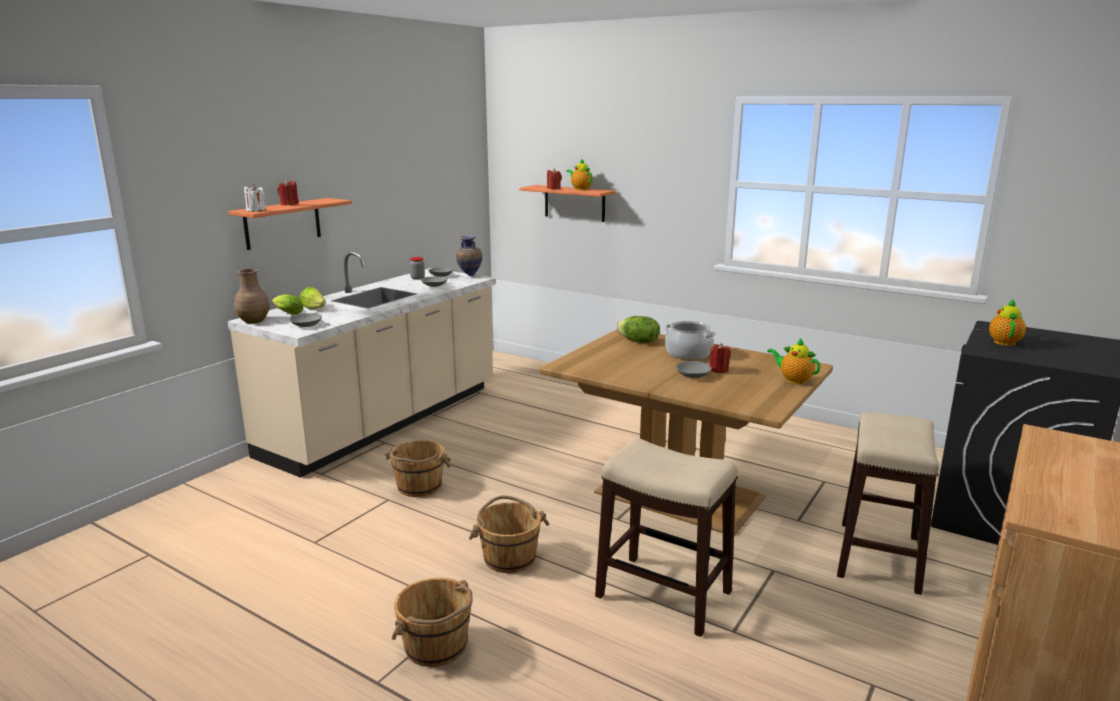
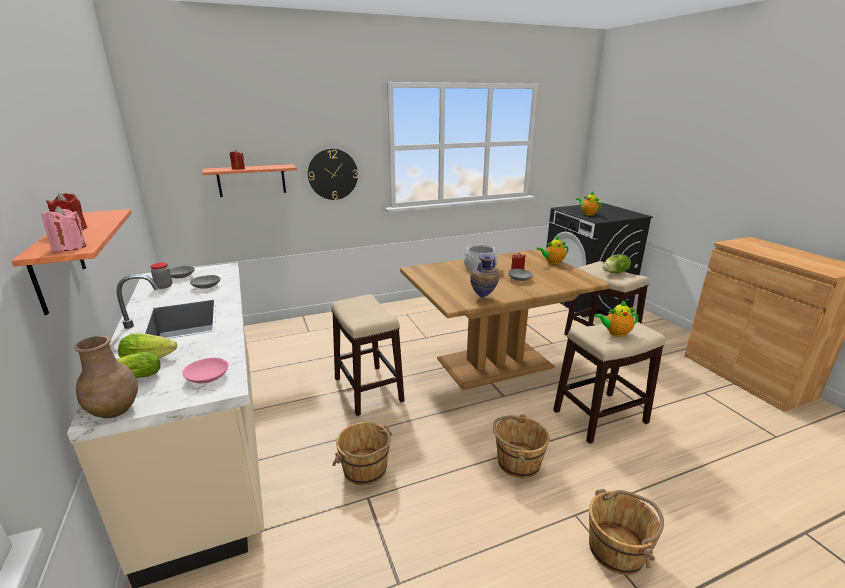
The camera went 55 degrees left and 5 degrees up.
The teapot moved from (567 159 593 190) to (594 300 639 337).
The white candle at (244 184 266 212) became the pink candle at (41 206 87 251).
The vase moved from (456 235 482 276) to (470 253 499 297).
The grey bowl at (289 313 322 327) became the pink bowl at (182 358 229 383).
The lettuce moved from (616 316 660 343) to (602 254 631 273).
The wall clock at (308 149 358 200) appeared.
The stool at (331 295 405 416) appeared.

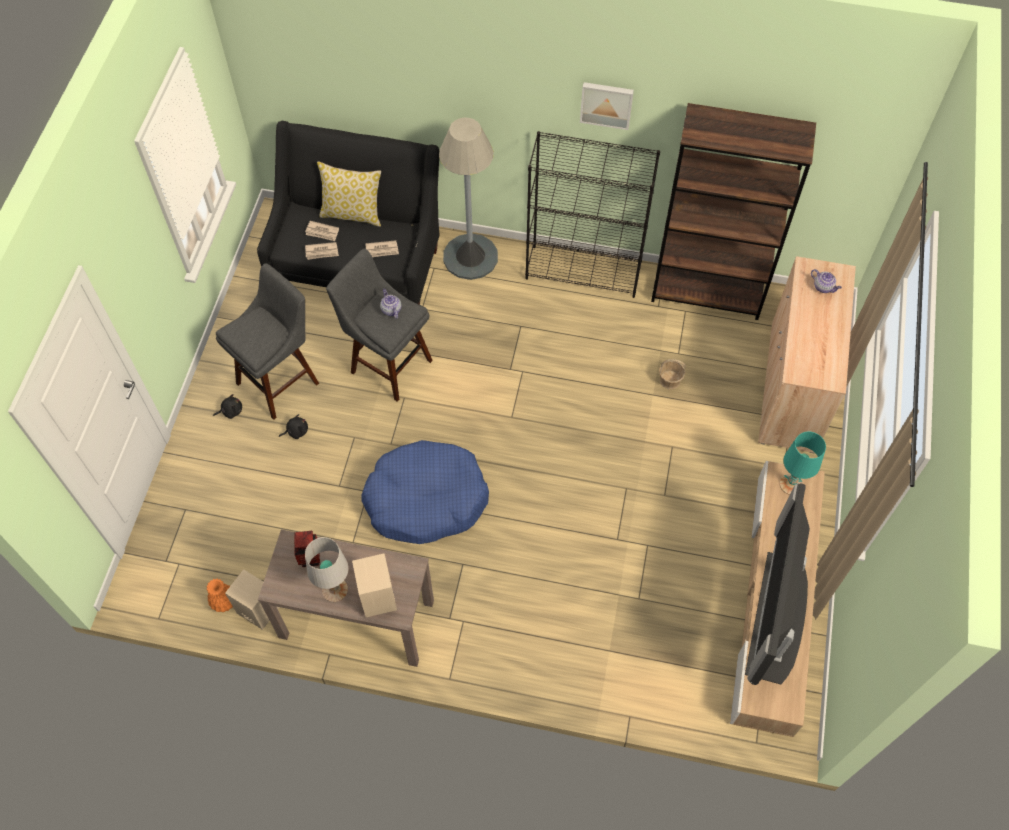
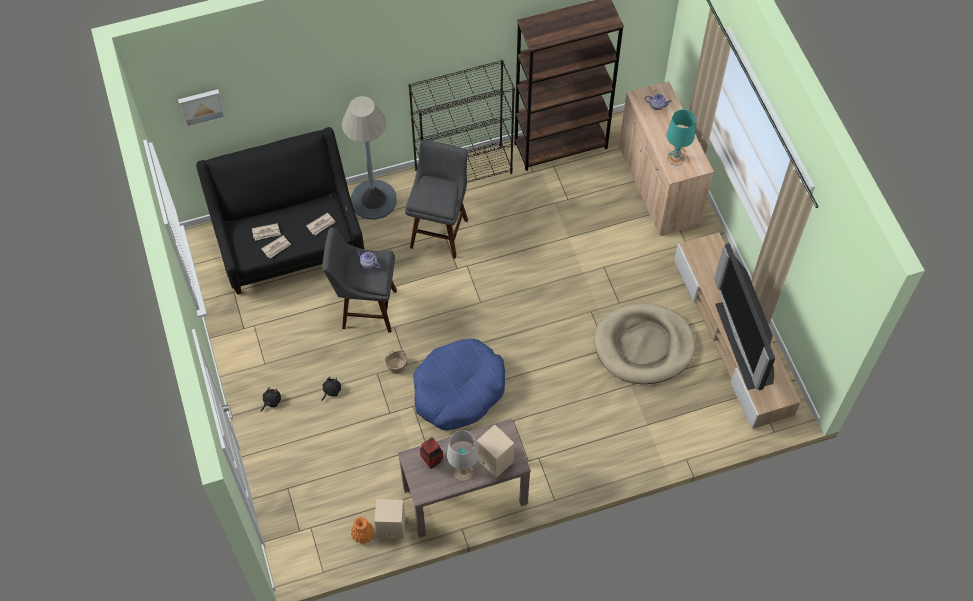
The camera went 30 degrees left and 0 degrees up.
The picture moved from (580 82 634 130) to (178 89 226 128).
The pillow at (317 161 381 227) disappeared.
The grey stool moved from (216 263 319 420) to (405 140 468 259).
The basket moved from (659 359 686 389) to (384 350 407 374).
The turquoise table lamp moved from (780 431 826 495) to (666 109 696 166).
The beige dog bed at (594 303 695 384) appeared.

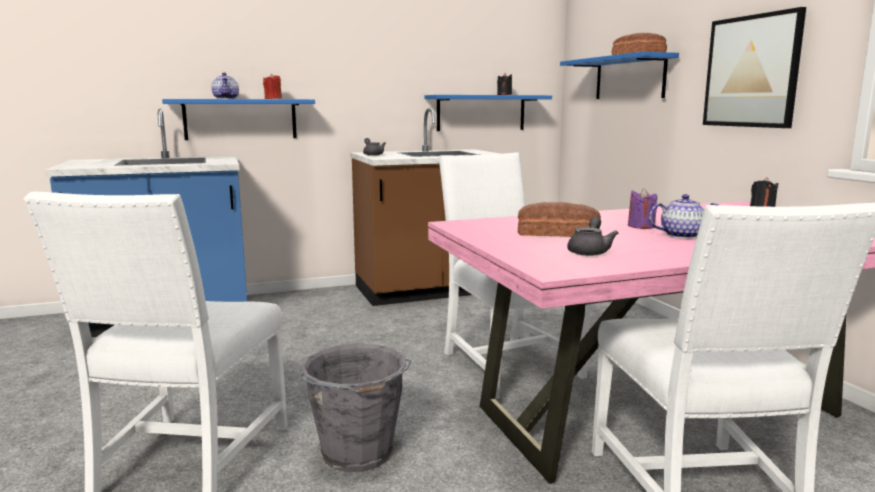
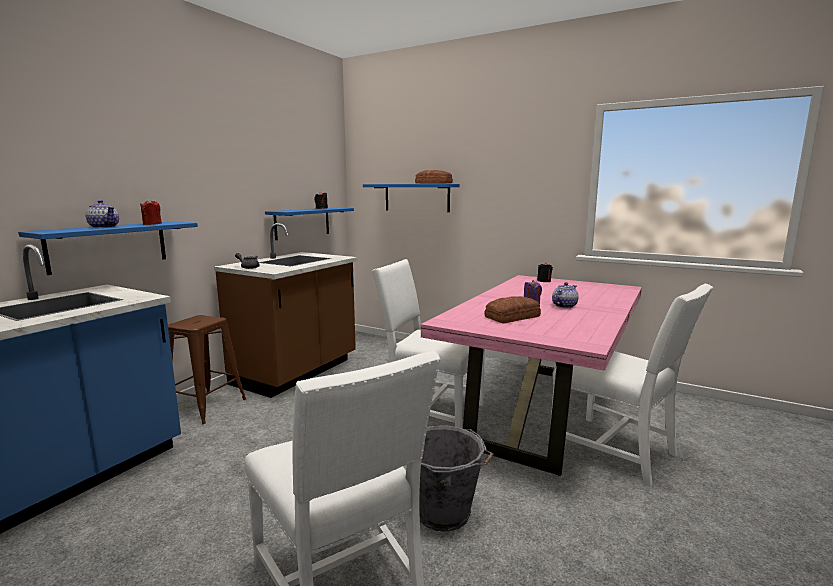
The camera went 40 degrees left and 0 degrees up.
The picture at (703 7 806 128) disappeared.
The grey teapot at (567 216 618 256) disappeared.
The brown stool at (168 315 246 424) appeared.

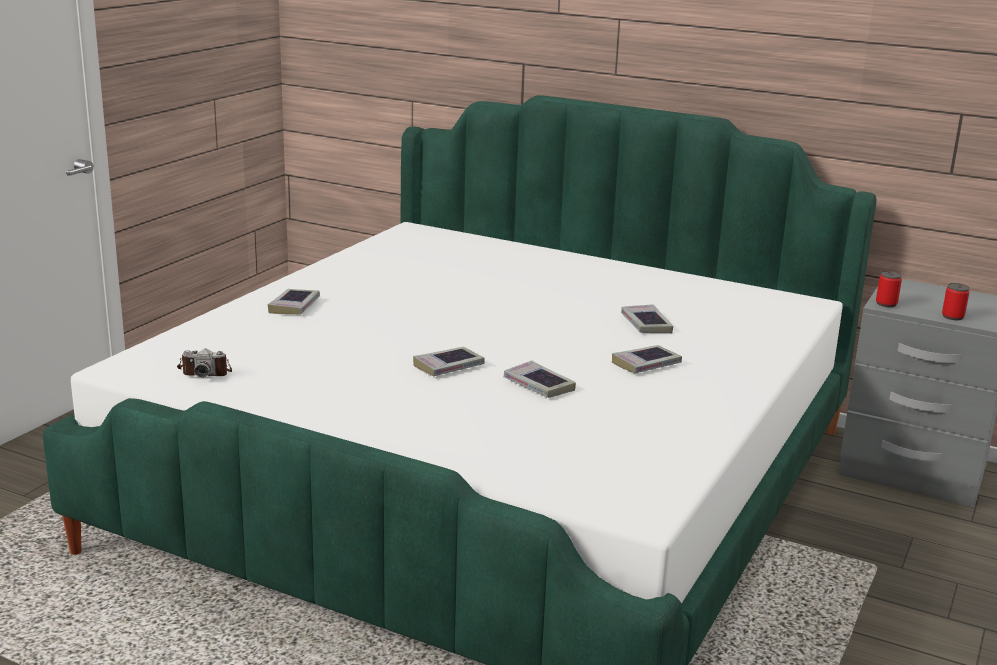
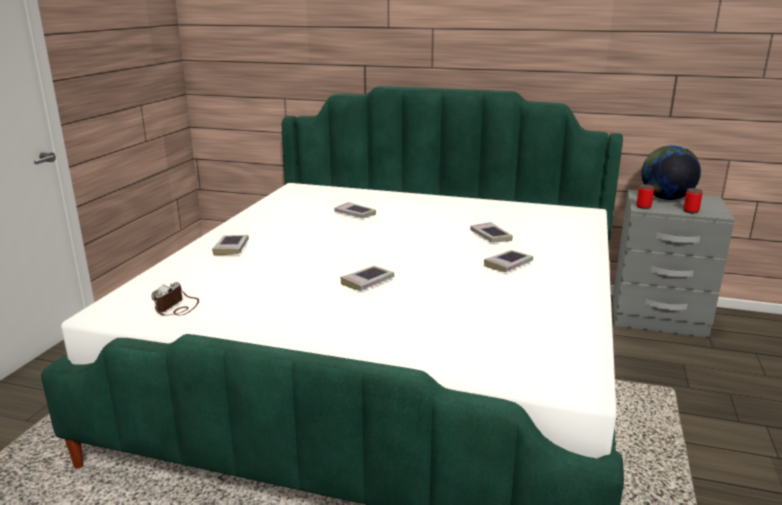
The camera went 10 degrees left and 0 degrees up.
The photo camera at (177 349 232 377) turned 120 degrees clockwise.
The book moved from (504 361 576 398) to (334 202 376 218).
The globe at (641 145 701 200) appeared.

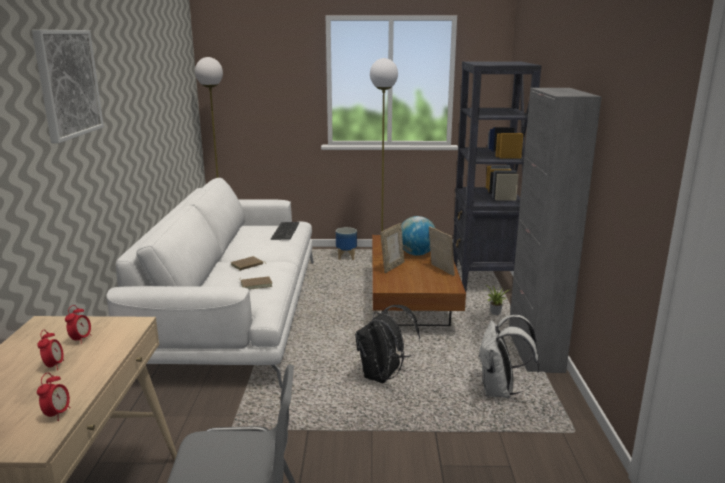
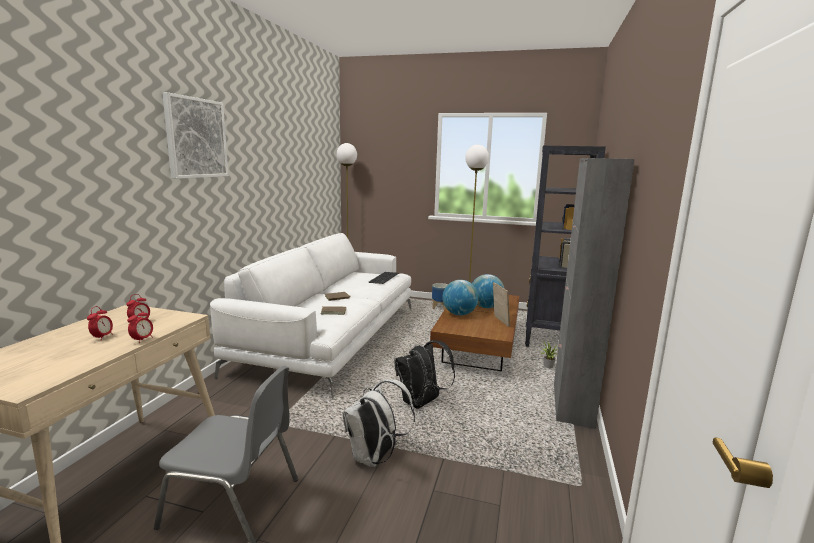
The camera went 15 degrees right and 5 degrees down.
The picture frame at (380 223 404 273) was replaced by the globe at (442 280 479 315).
The white backpack moved from (478 315 539 398) to (343 379 415 467).
The alarm clock moved from (37 373 71 421) to (127 308 153 343).

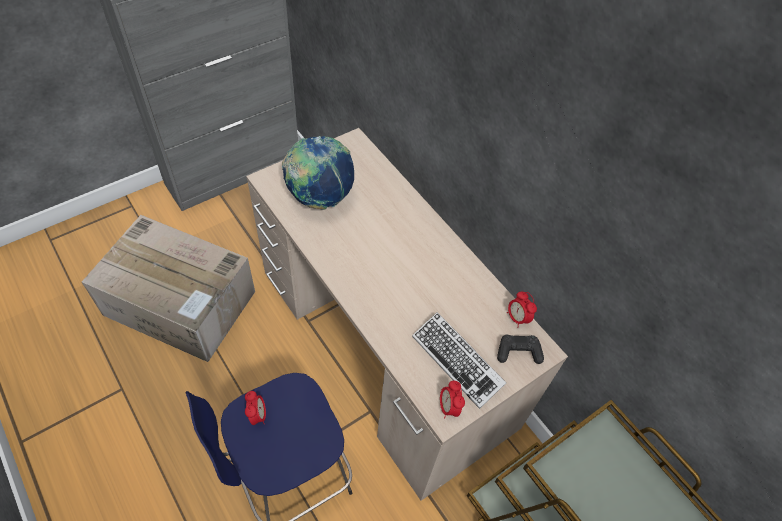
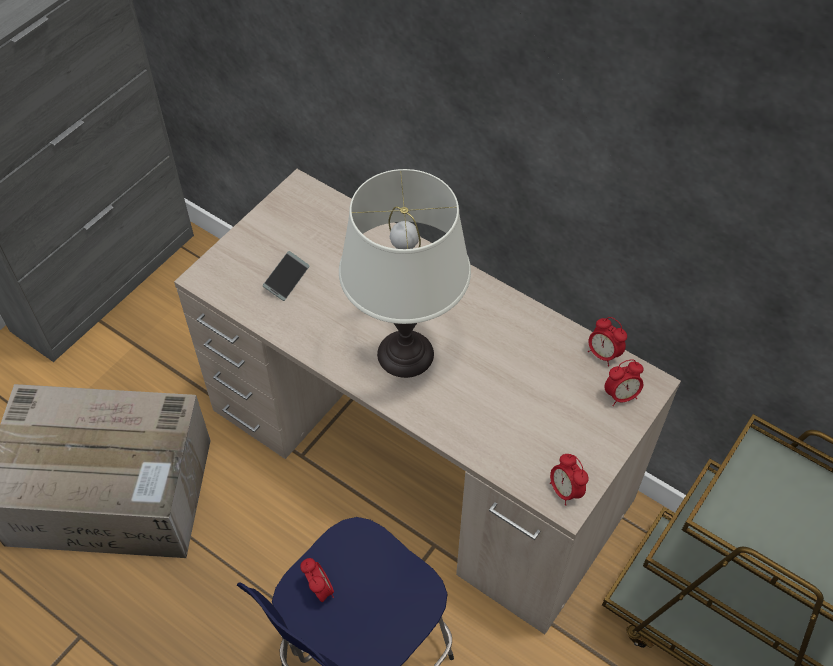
The camera went 15 degrees left and 0 degrees up.
The globe at (282 136 354 210) was replaced by the phone at (263 251 309 301).
The keyboard at (412 312 506 409) disappeared.
The black game controller at (497 335 544 364) was replaced by the alarm clock at (605 359 644 406).
The white table lamp at (339 169 471 378) appeared.

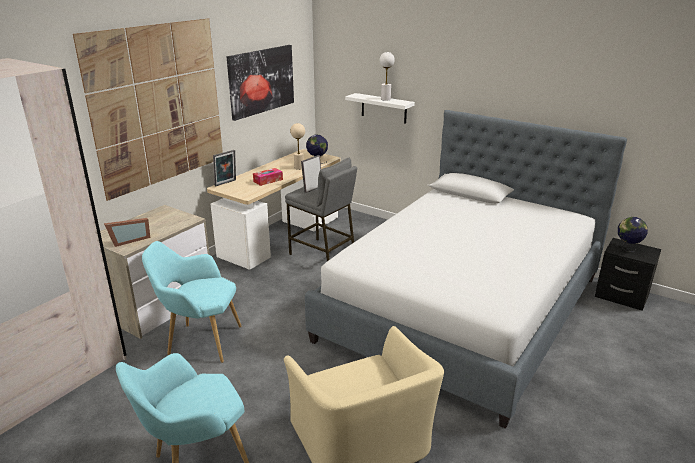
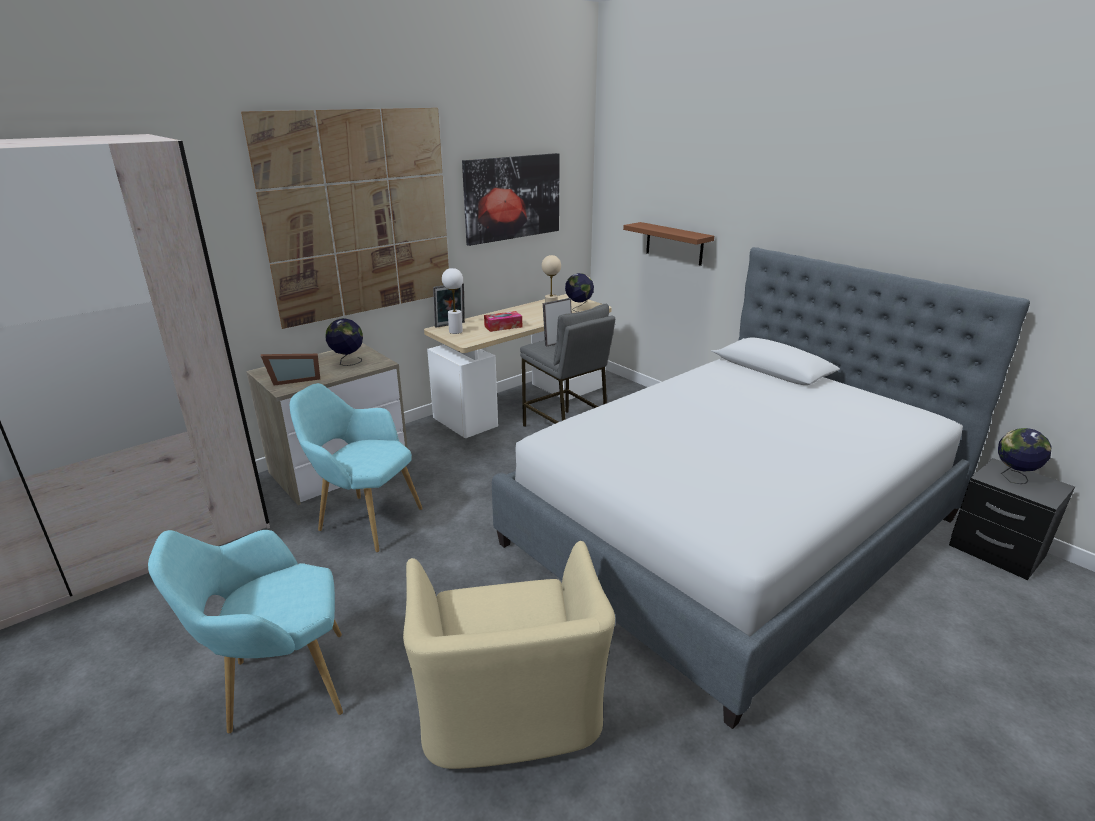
The camera went 15 degrees right and 0 degrees up.
The white table lamp moved from (380 52 395 101) to (442 268 463 334).
The white shelf at (345 93 415 124) became the brown shelf at (623 222 714 266).
The globe at (325 318 363 366) appeared.

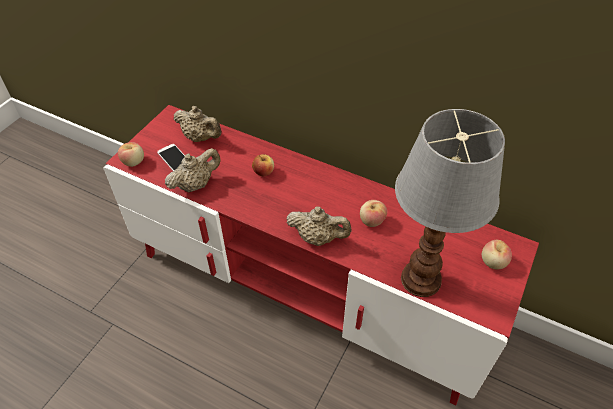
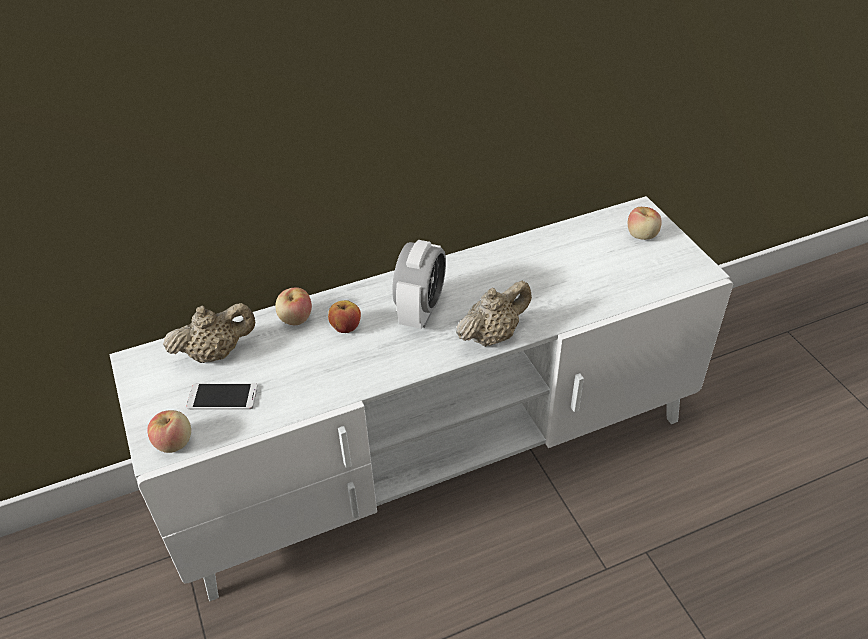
The camera went 50 degrees left and 5 degrees down.
The red tv stand at (103 105 539 406) became the white tv stand at (110 196 733 601).
The table lamp at (395 109 505 297) disappeared.
The beige teapot at (165 148 221 192) disappeared.
The apple moved from (360 200 387 227) to (275 287 312 325).
The alarm clock at (392 240 446 329) appeared.

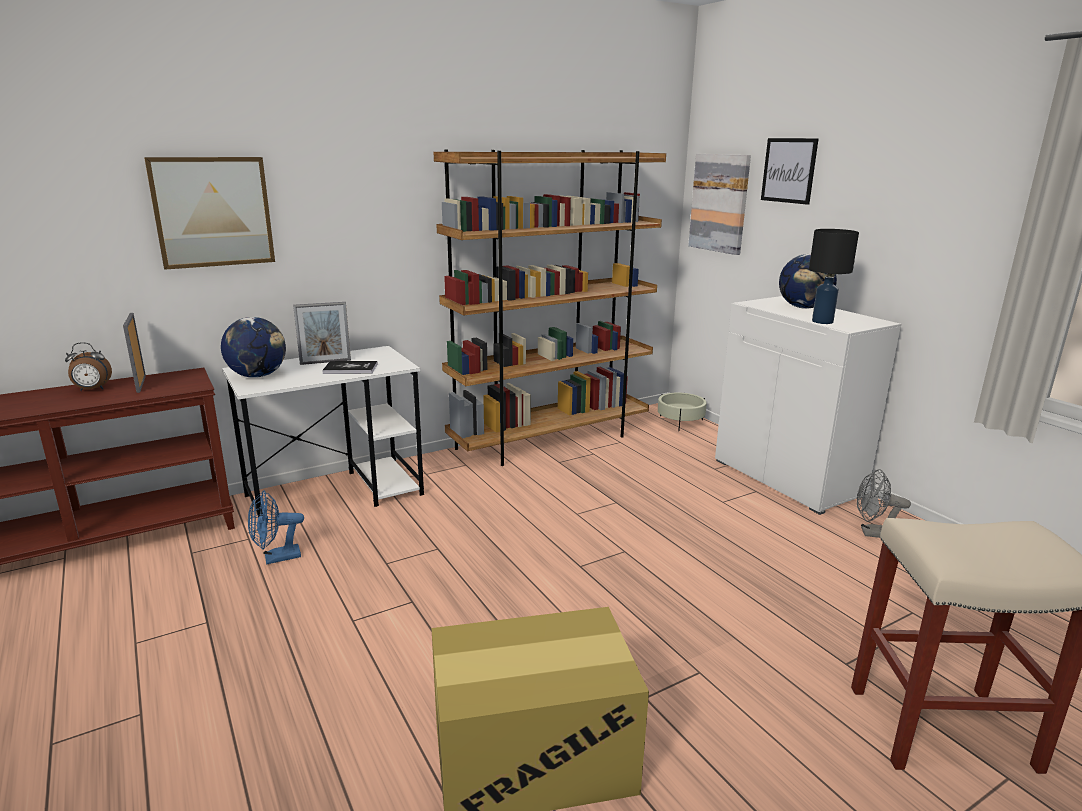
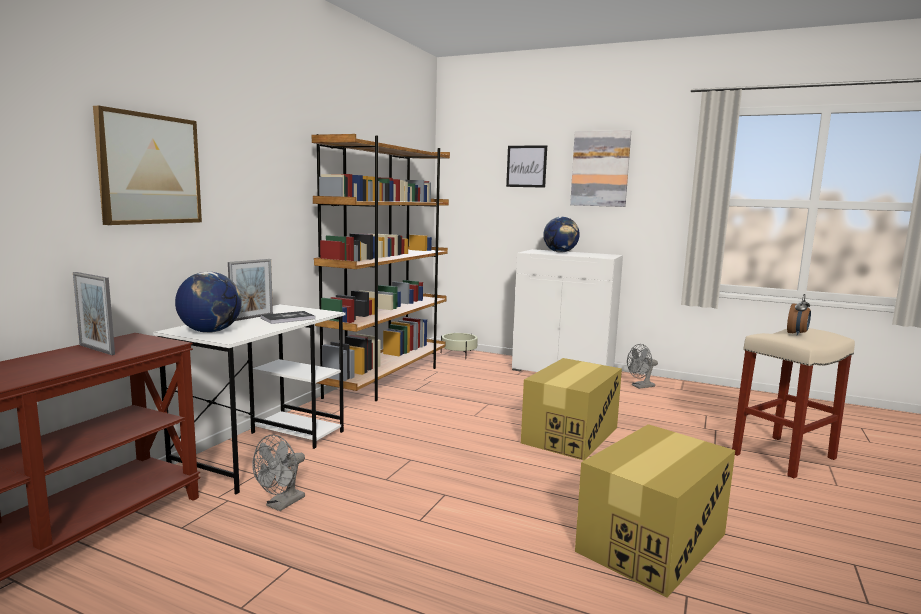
The camera went 35 degrees left and 10 degrees down.
The picture moved from (688 154 751 255) to (570 130 631 207).
The black table lamp at (809 229 859 324) disappeared.
The alarm clock moved from (65 342 112 391) to (787 294 811 336).
The blue fan at (248 490 304 564) became the grey fan at (252 435 305 511).
The cardboard box at (521 358 622 460) appeared.

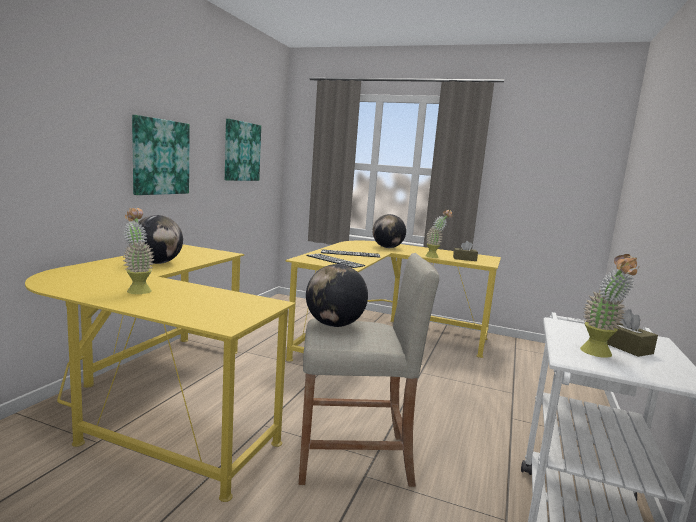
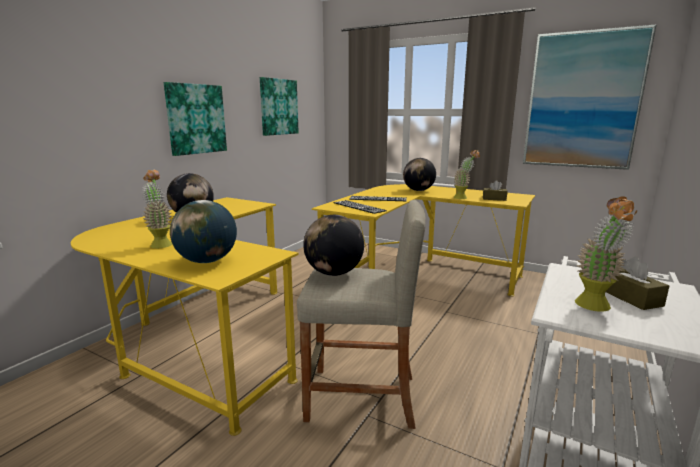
The camera went 10 degrees right and 5 degrees up.
The picture at (523 24 657 170) appeared.
The globe at (170 200 237 263) appeared.

